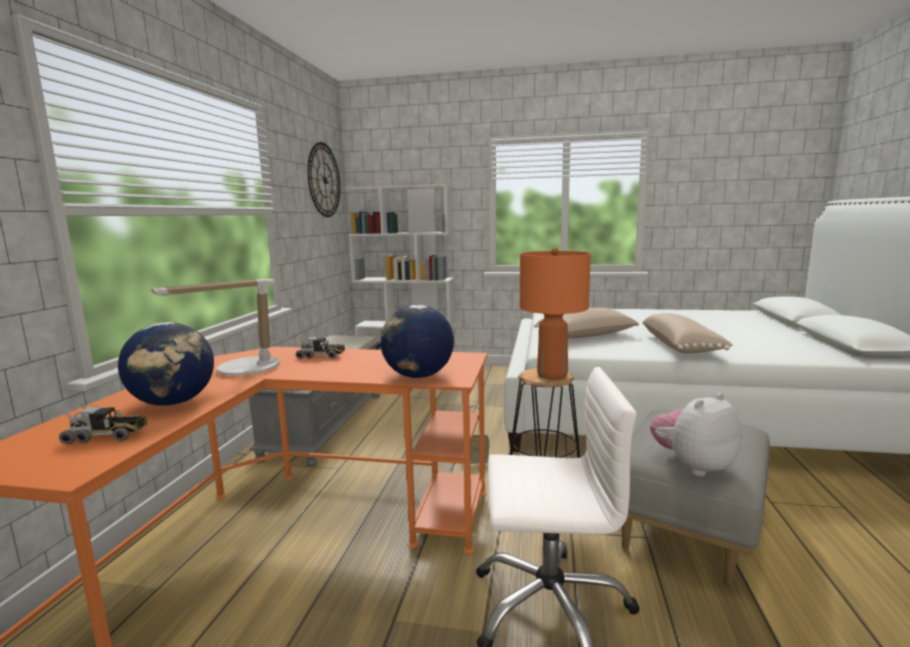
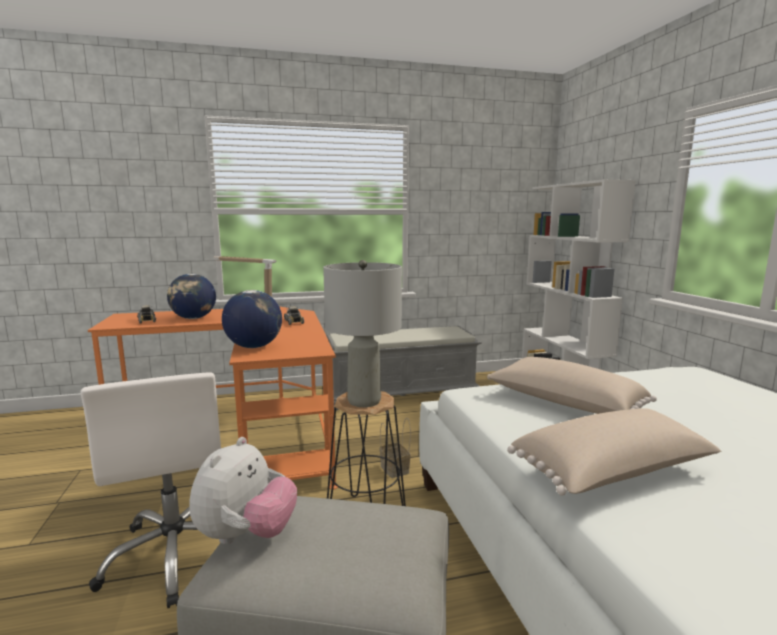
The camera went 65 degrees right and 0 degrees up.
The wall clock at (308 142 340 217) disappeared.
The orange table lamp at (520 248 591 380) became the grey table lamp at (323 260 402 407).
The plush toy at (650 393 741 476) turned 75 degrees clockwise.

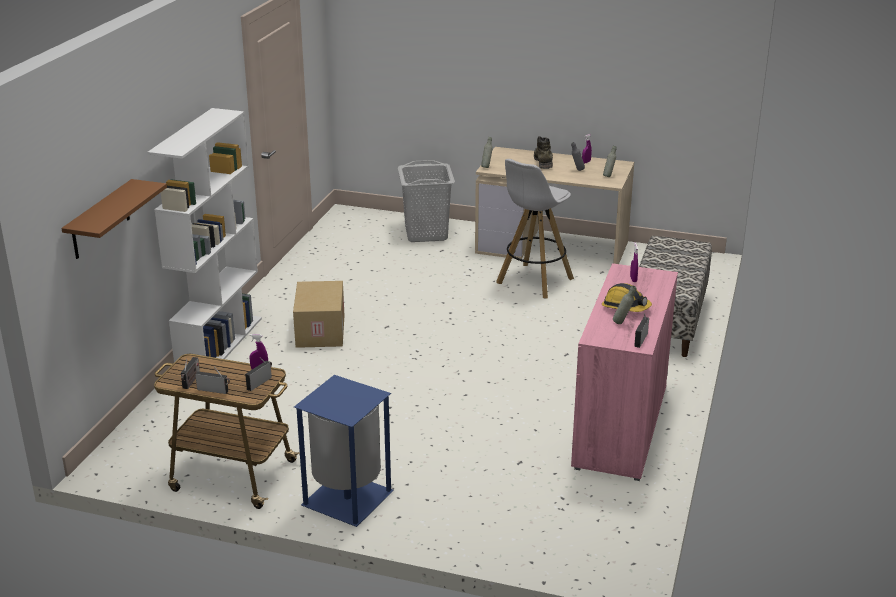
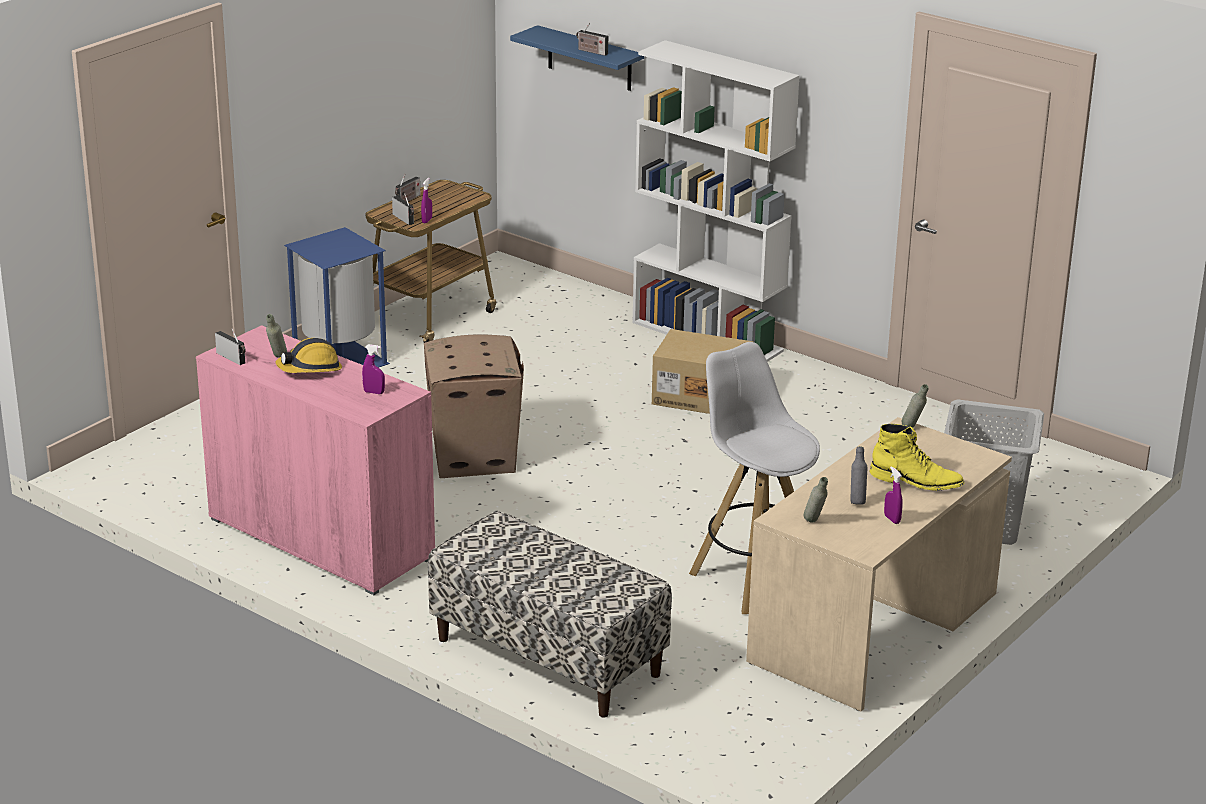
The camera went 110 degrees right and 0 degrees up.
The green boot at (534 136 553 169) became the yellow boot at (870 424 964 491).
The brown shelf at (61 179 167 259) became the blue shelf at (510 25 644 91).
The radio moved from (181 357 200 389) to (576 23 608 56).
The cardboard box at (424 335 524 478) appeared.

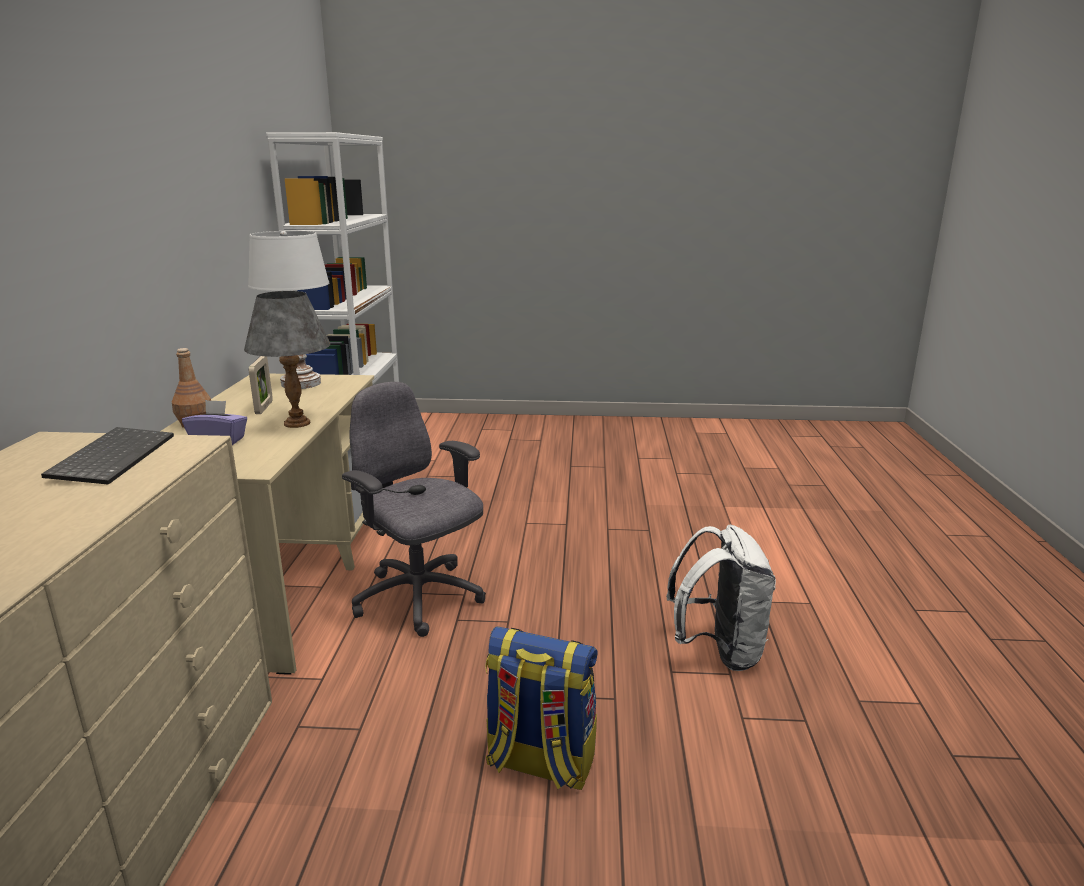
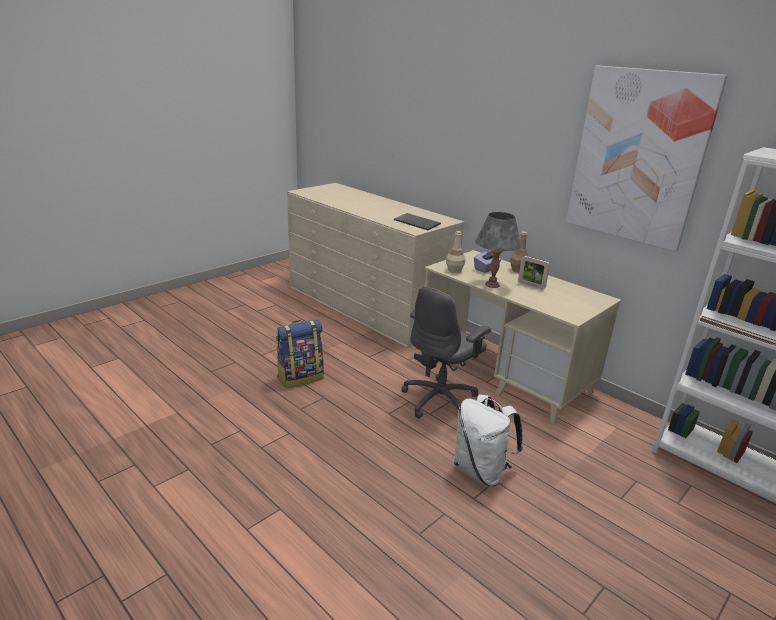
The camera went 130 degrees right and 5 degrees up.
The white table lamp at (248 231 329 389) disappeared.
The grey office chair at (342 382 486 637) turned 135 degrees clockwise.
The white backpack moved from (666 525 776 671) to (454 394 523 486).
The picture at (566 66 728 252) appeared.
The beige bottle at (446 231 465 273) appeared.

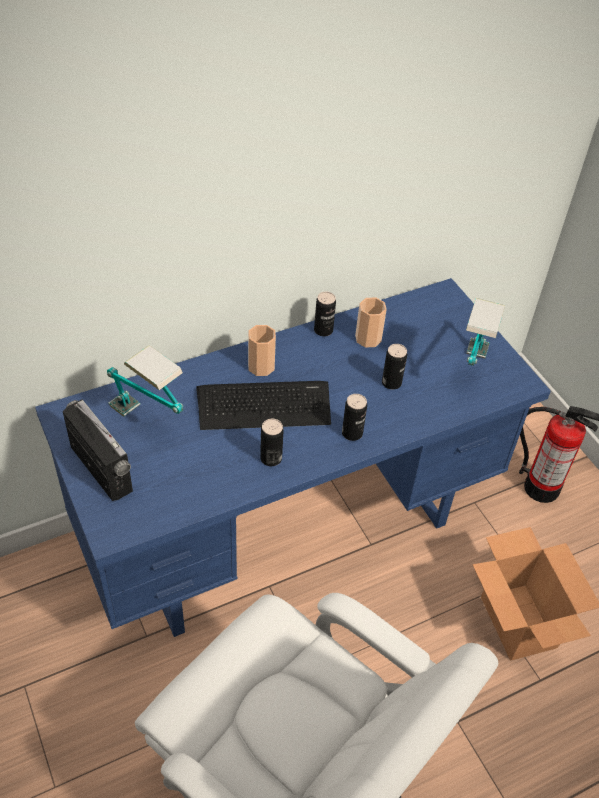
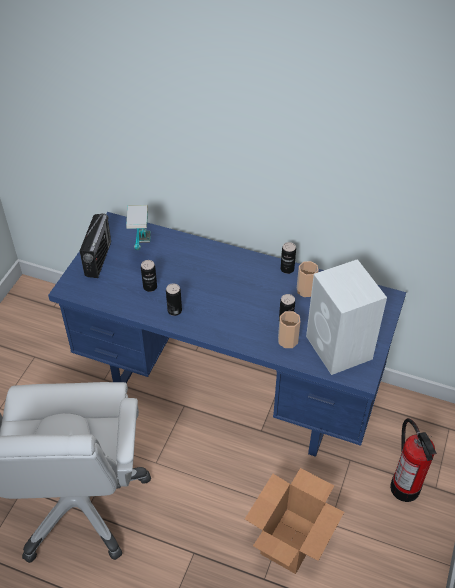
The camera went 50 degrees right and 0 degrees up.
The table lamp at (466 298 505 366) was replaced by the white speaker at (306 259 387 375).
The cup moved from (248 325 276 376) to (278 311 300 348).
The keyboard at (196 381 331 430) disappeared.
The can moved from (342 394 367 441) to (141 260 157 292).

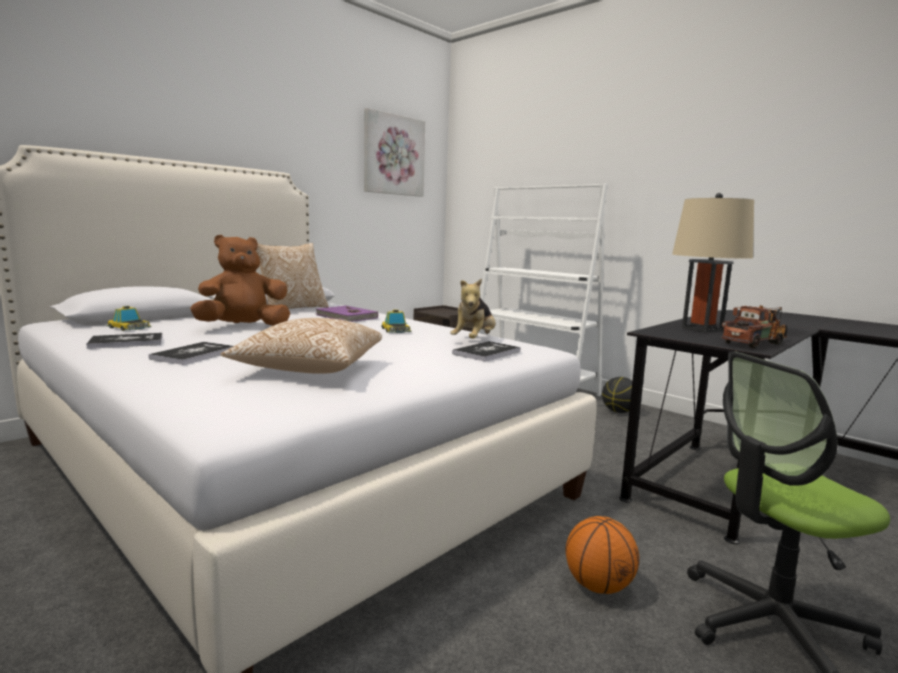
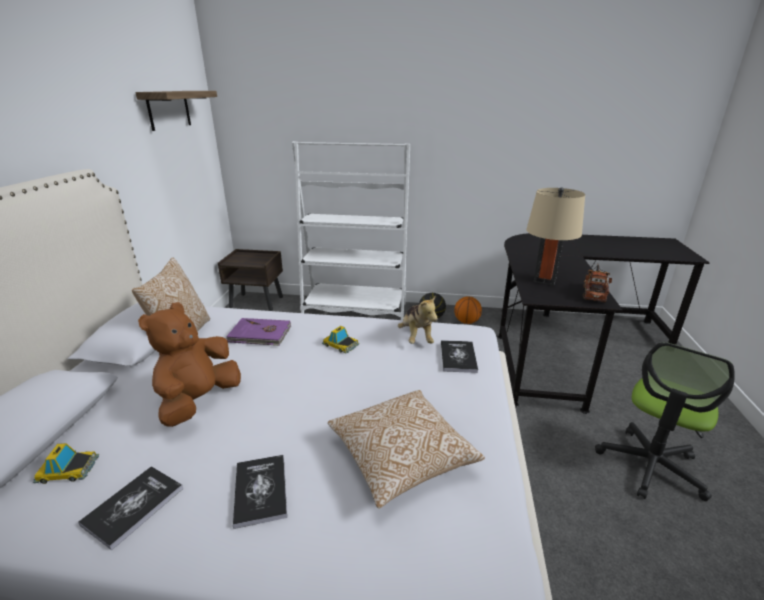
The camera went 35 degrees left and 15 degrees up.
The picture at (364 108 425 197) was replaced by the shelf at (135 91 217 131).
The basketball moved from (565 516 639 594) to (454 296 482 324).

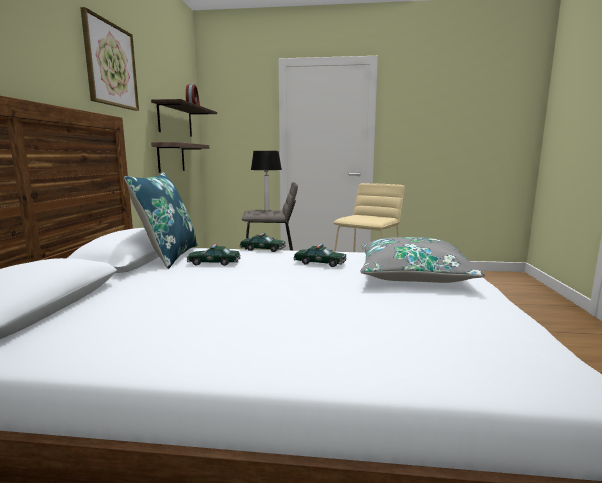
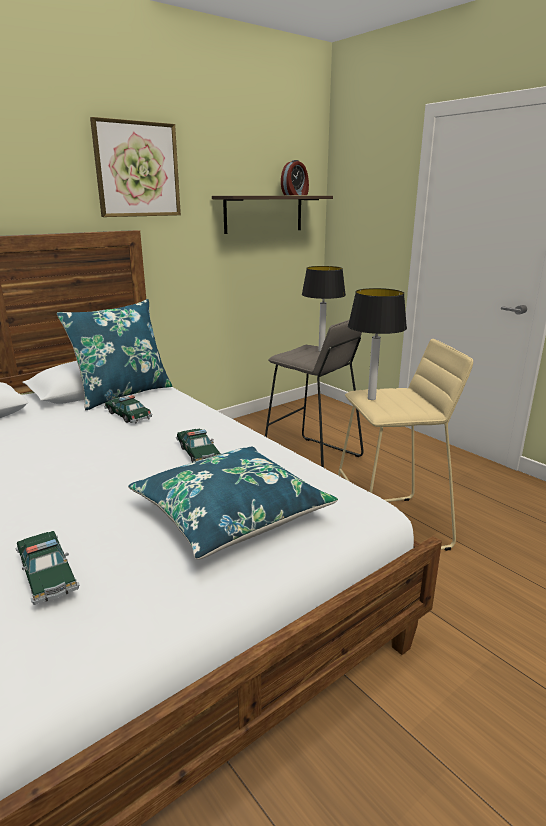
The camera went 45 degrees right and 10 degrees up.
The shelf at (151 142 209 173) disappeared.
The toy car moved from (240 233 286 252) to (15 531 80 605).
The grey pillow at (361 237 485 283) became the blue pillow at (128 447 338 560).
The table lamp at (348 288 407 400) appeared.

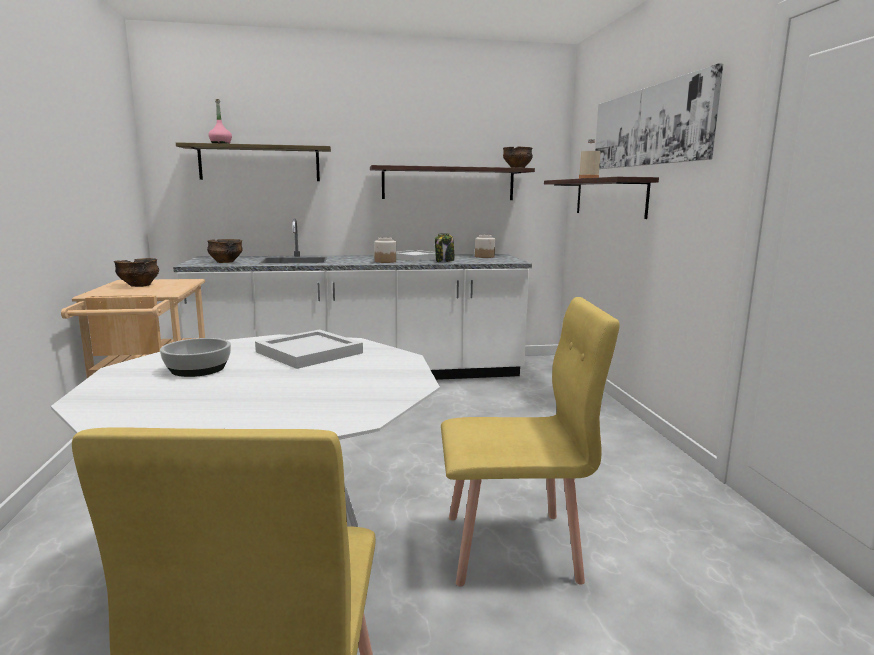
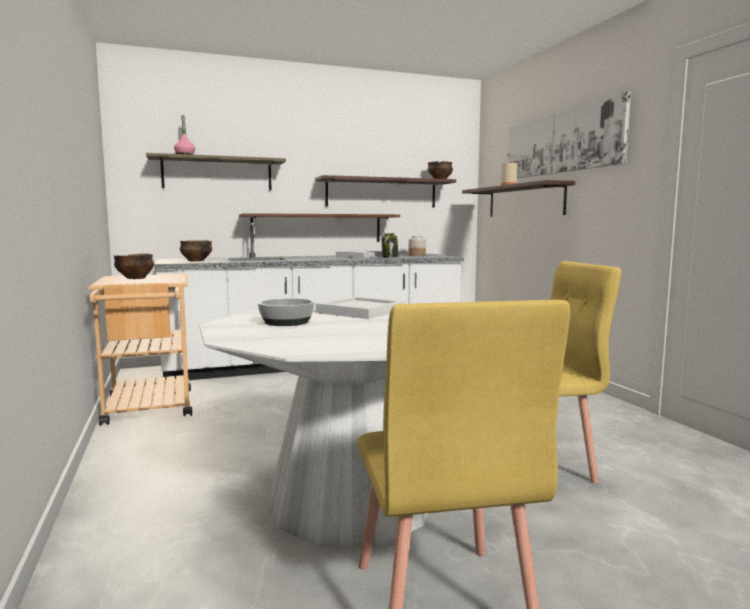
The camera went 10 degrees left and 5 degrees down.
The jar at (374 237 396 263) disappeared.
The brown shelf at (239 213 400 243) appeared.

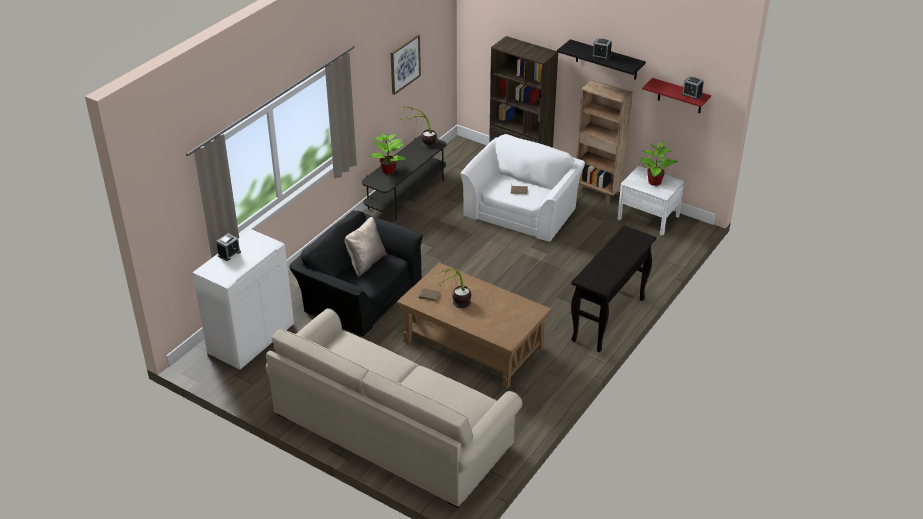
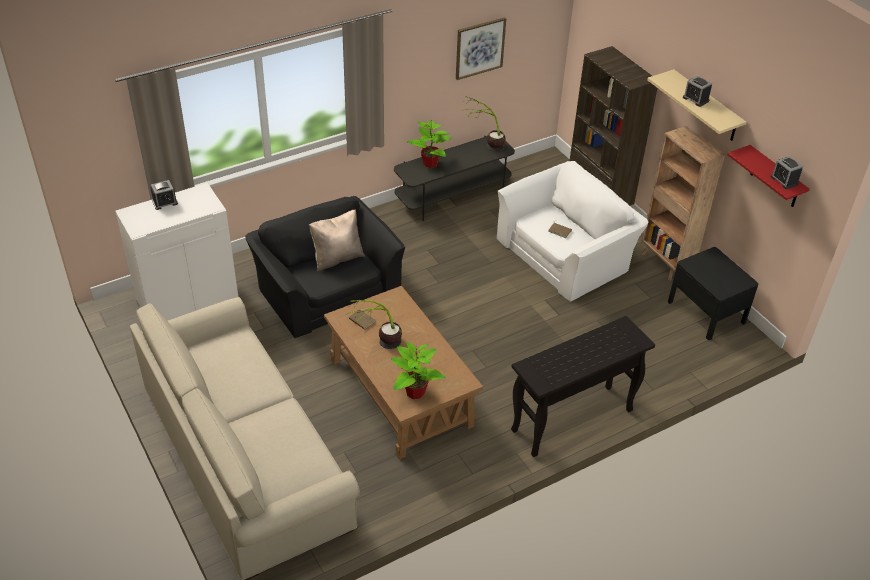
The camera went 25 degrees right and 5 degrees up.
The black shelf at (557 39 646 80) became the beige shelf at (647 69 746 141).
The potted plant moved from (640 141 678 186) to (391 342 445 399).
The white nightstand at (617 166 684 236) became the black nightstand at (668 247 758 340).

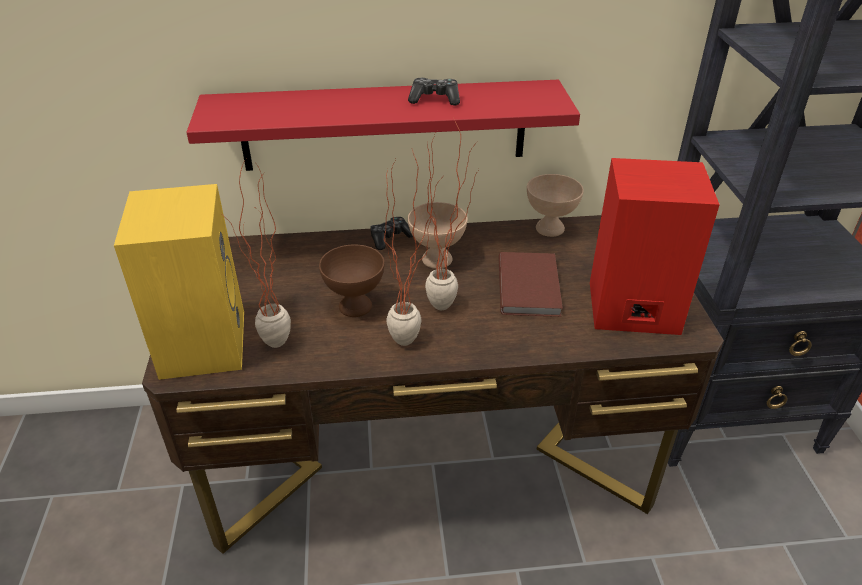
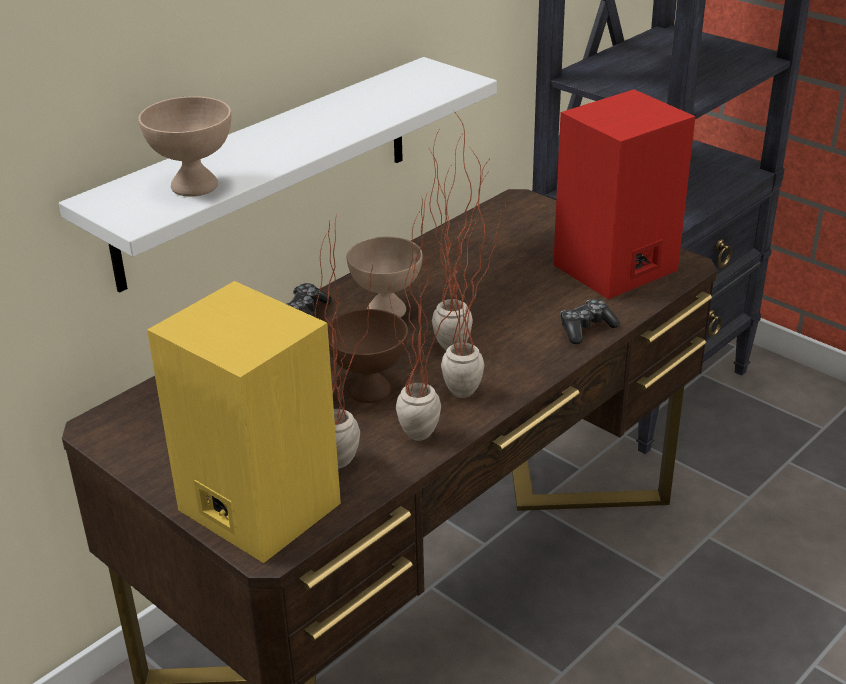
The camera went 40 degrees left and 5 degrees down.
The game controller moved from (408 78 460 106) to (560 299 620 344).
The red shelf at (186 80 580 171) became the white shelf at (59 57 497 293).
The beige bowl moved from (527 174 584 237) to (138 96 231 197).
The brown book at (499 252 563 317) disappeared.
The potted plant at (388 191 458 441) appeared.

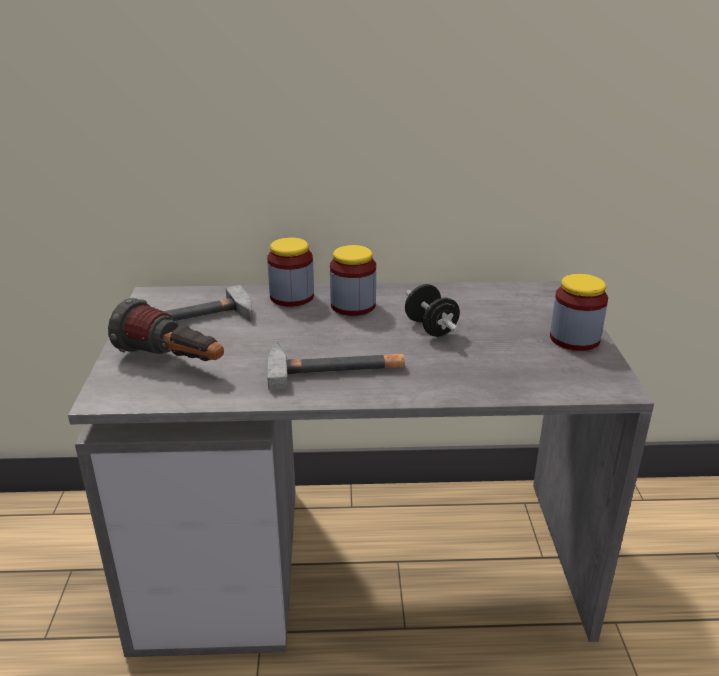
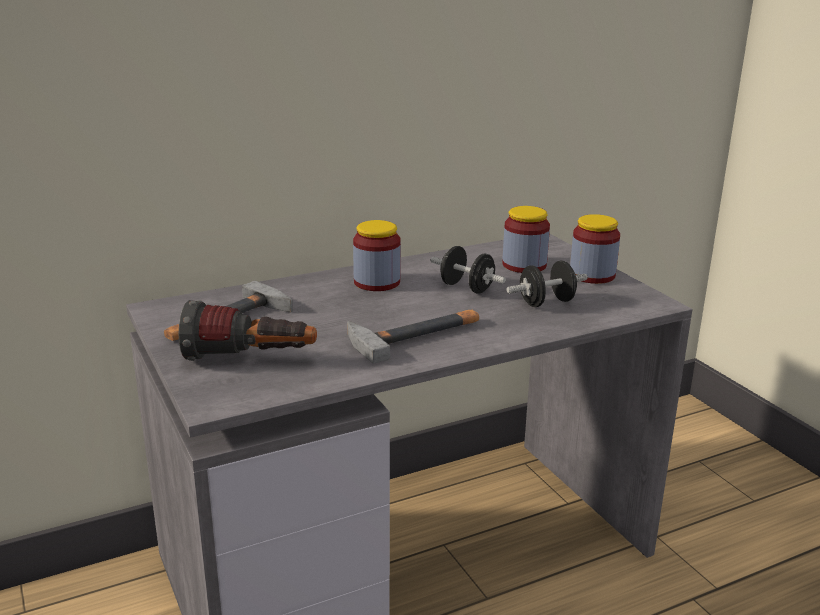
The camera went 25 degrees left and 5 degrees down.
The jar moved from (267 238 314 306) to (502 206 550 273).
The black dumbbell at (506 260 588 307) appeared.

